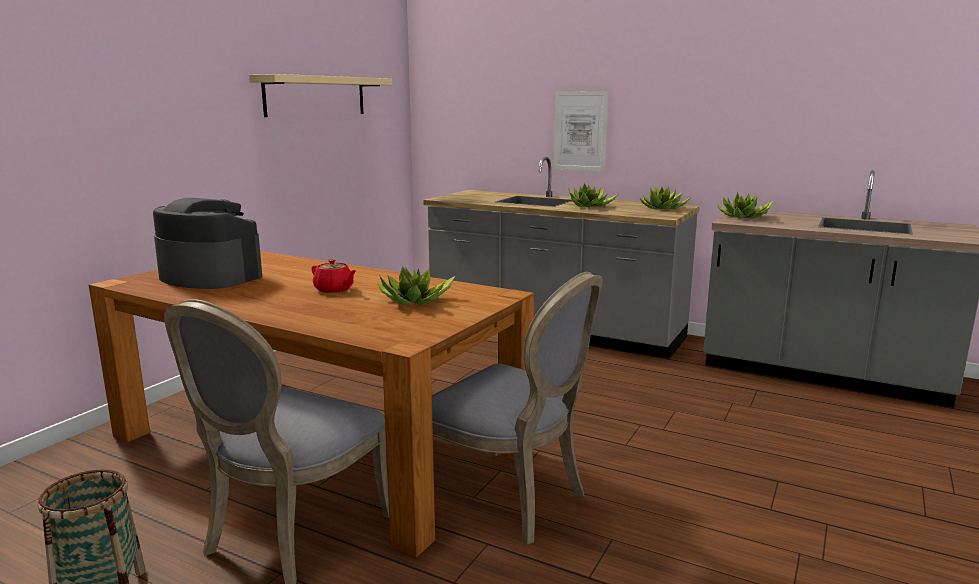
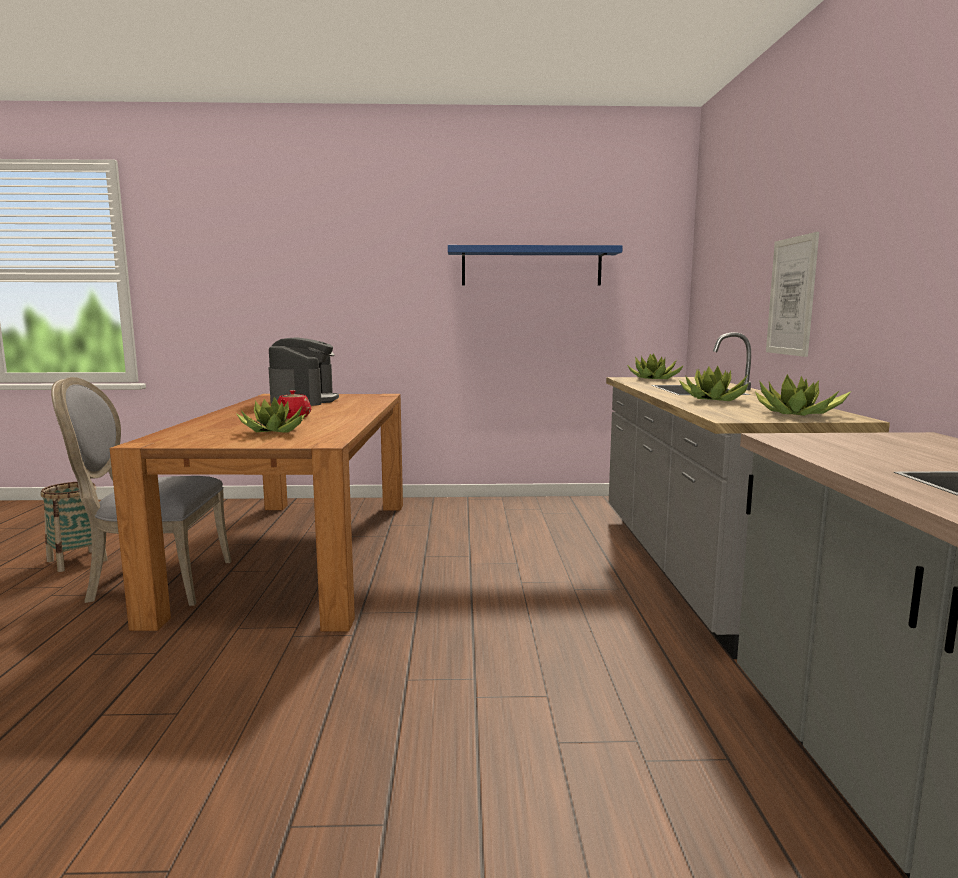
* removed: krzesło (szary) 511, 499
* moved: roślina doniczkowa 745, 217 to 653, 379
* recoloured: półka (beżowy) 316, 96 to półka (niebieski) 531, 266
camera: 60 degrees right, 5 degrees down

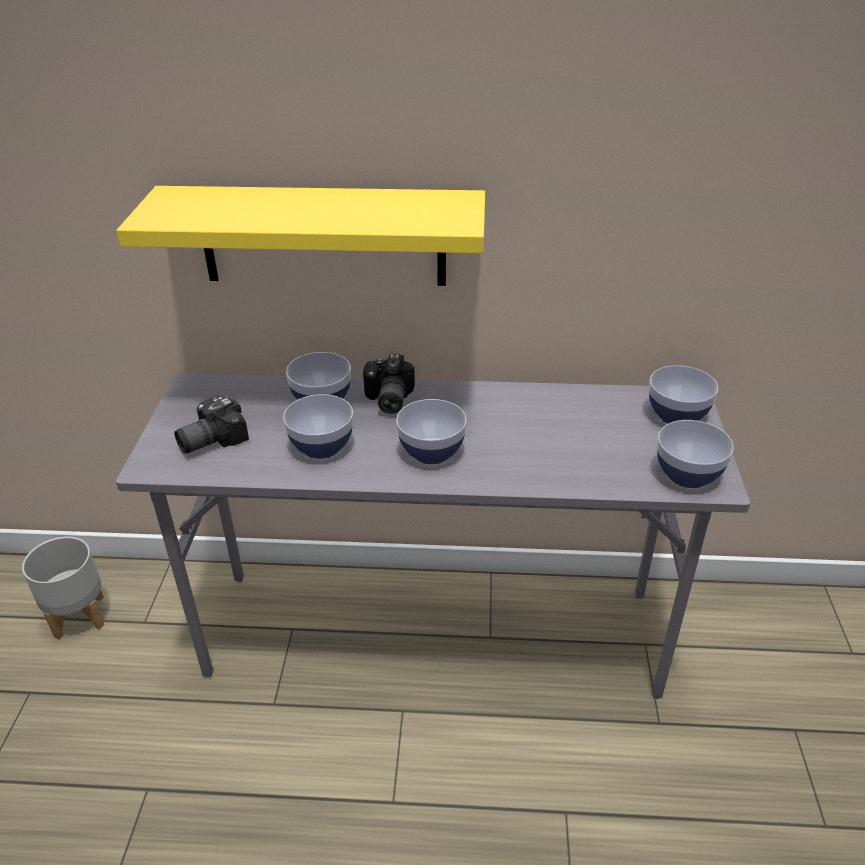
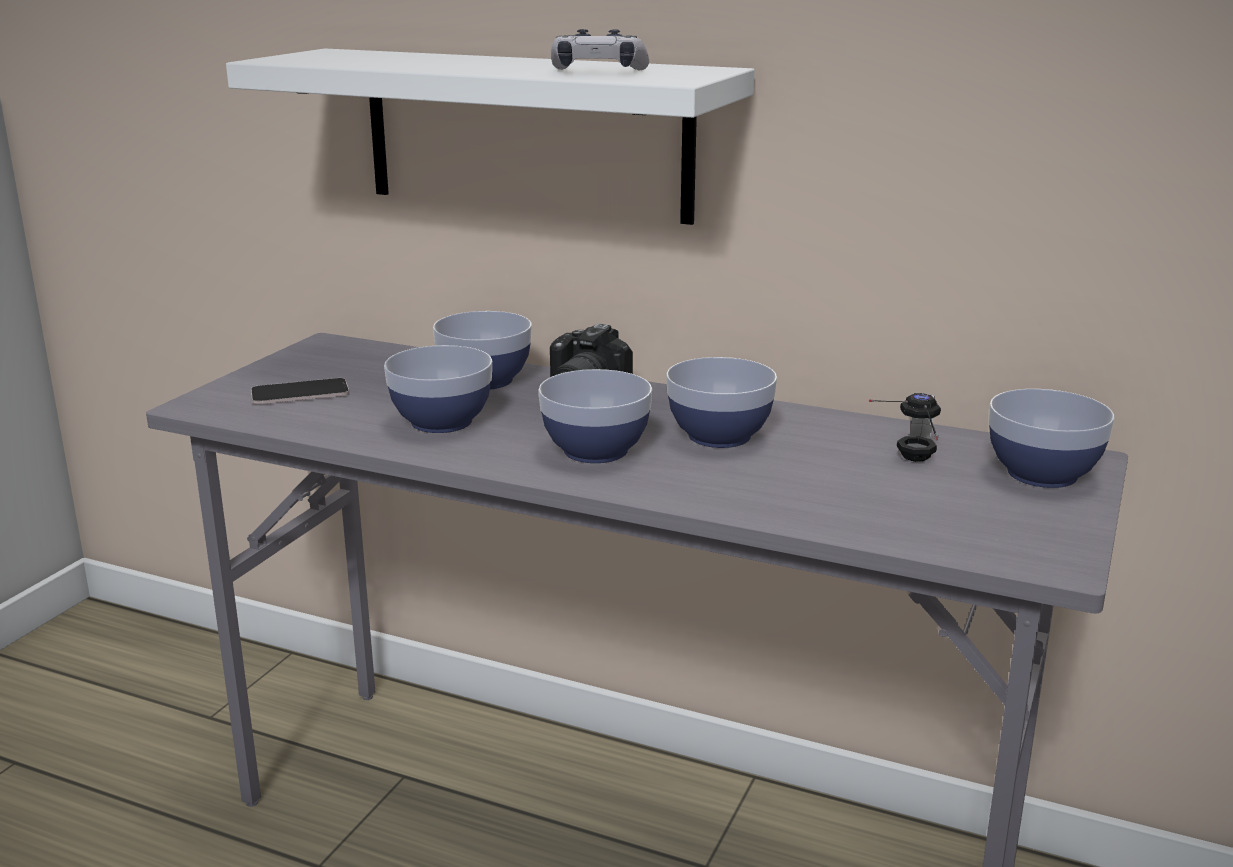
* removed: donica (szary) 78, 617
* added: pad do gier 598, 72
* added: słuchawki 900, 465
* moved: miska 687, 475 to 719, 436
* replaced: aparat fotograficzny 209, 439 to telefon 300, 393
* recoloured: półka (żółty) 323, 236 to półka (biały) 526, 134
camera: 20 degrees right, 15 degrees down

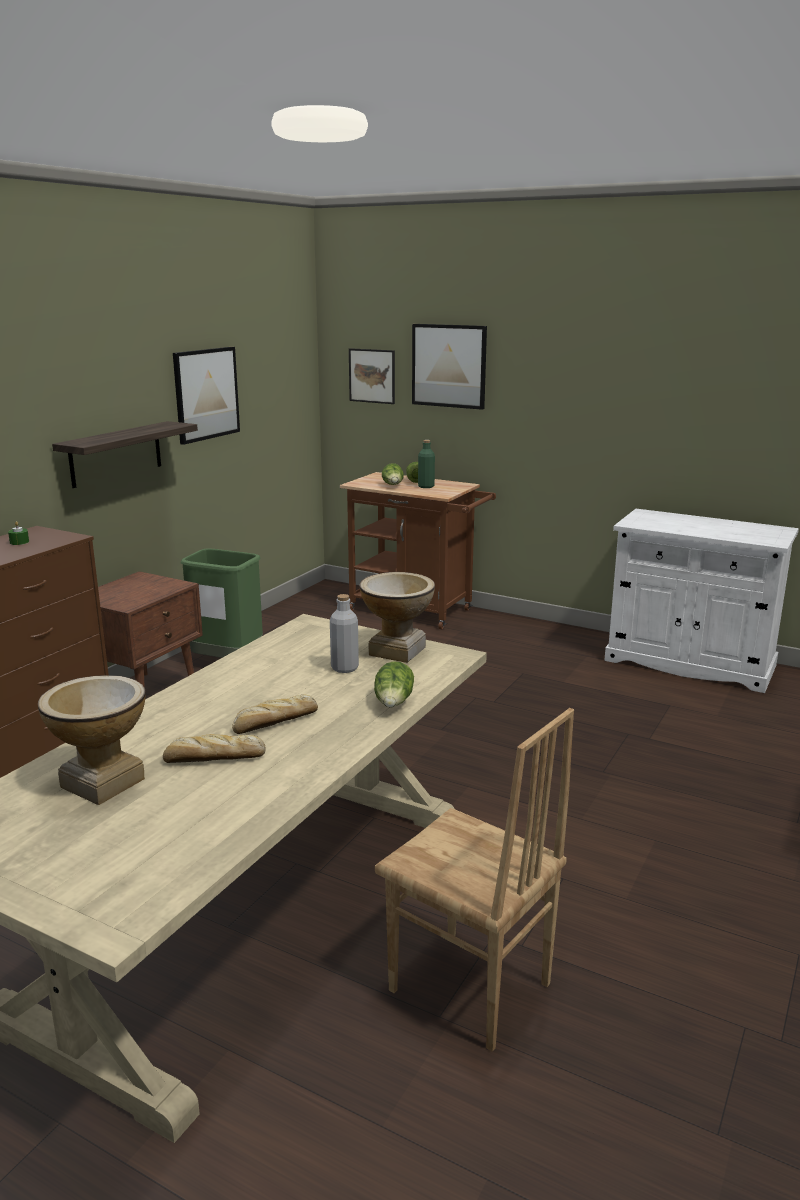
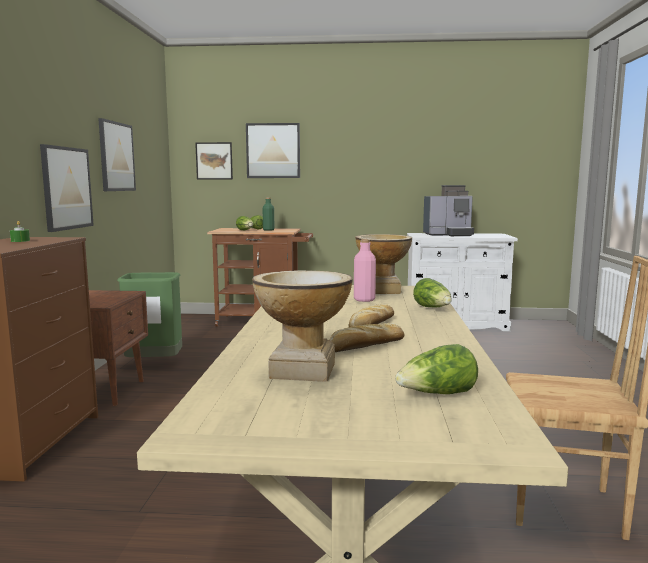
* added: sałata 437, 395
* added: ekspres do kawy 449, 234
* replaced: półka 116, 454 to obraz 66, 188
* recoloured: butelka (szary) 344, 668 to butelka (różowy) 364, 299
camera: 25 degrees left, 10 degrees down

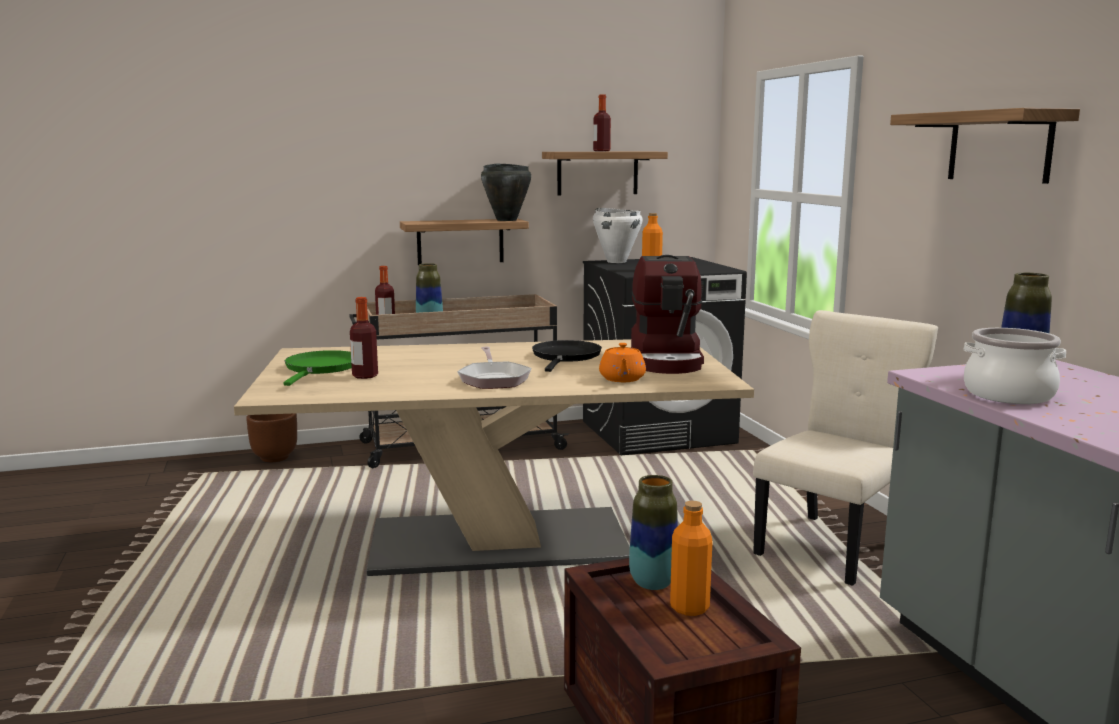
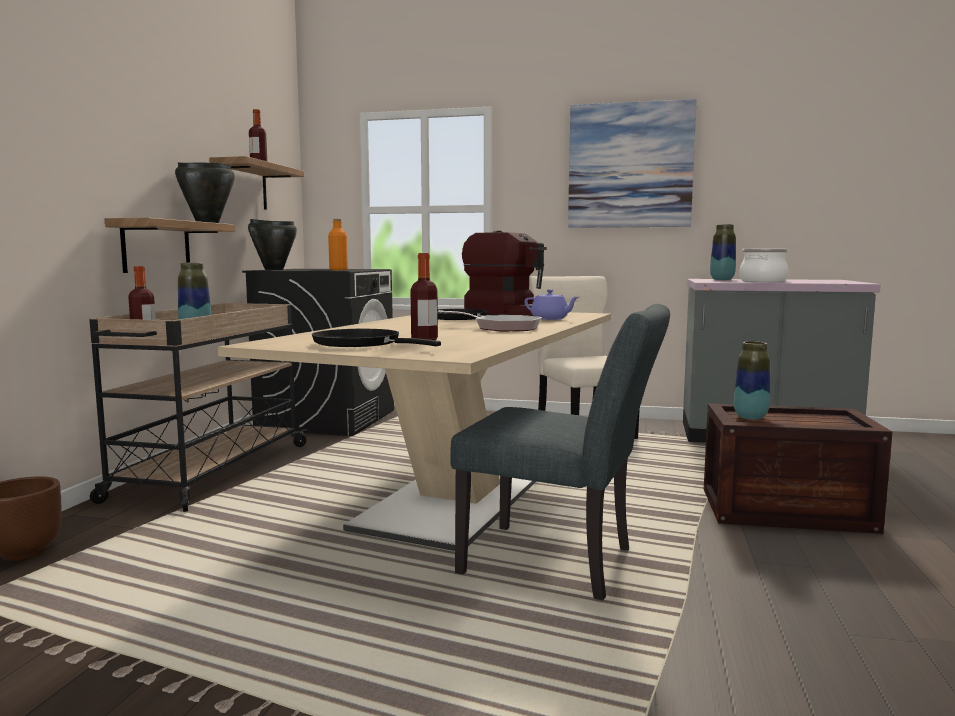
* removed: butelka (pomarańczowy) 689, 607
* added: krzesło (szary) 561, 563
* replaced: półka 999, 147 to obraz 630, 166
* recoloured: patelnia (zielony) 321, 368 to patelnia (czarny) 362, 344
* recoloured: garnek (biały) 616, 261 to garnek (czarny) 273, 269
* recoloured: imbryk (pomarańczowy) 622, 379 to imbryk (fioletowy) 550, 319
camera: 60 degrees left, 5 degrees down

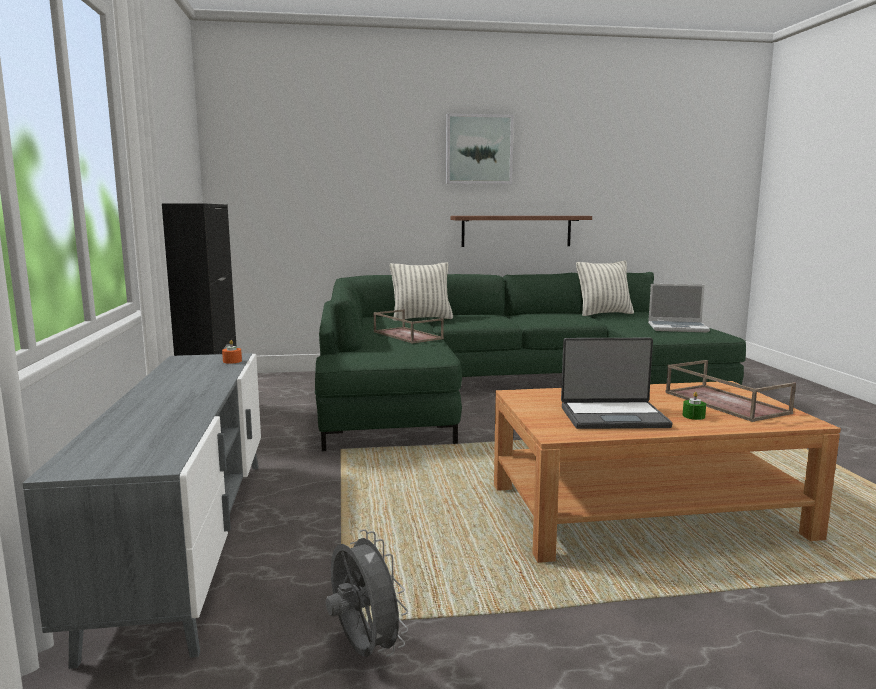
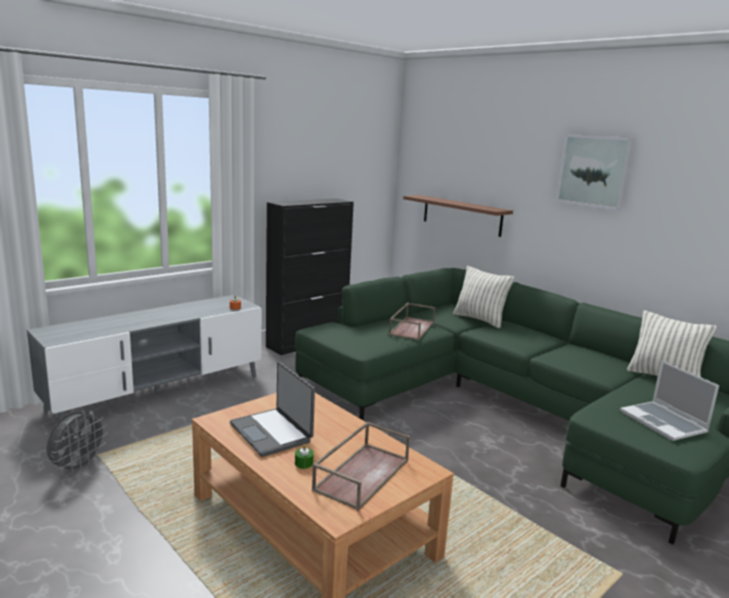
* moved: półka 516, 231 to 461, 215
camera: 55 degrees right, 5 degrees up

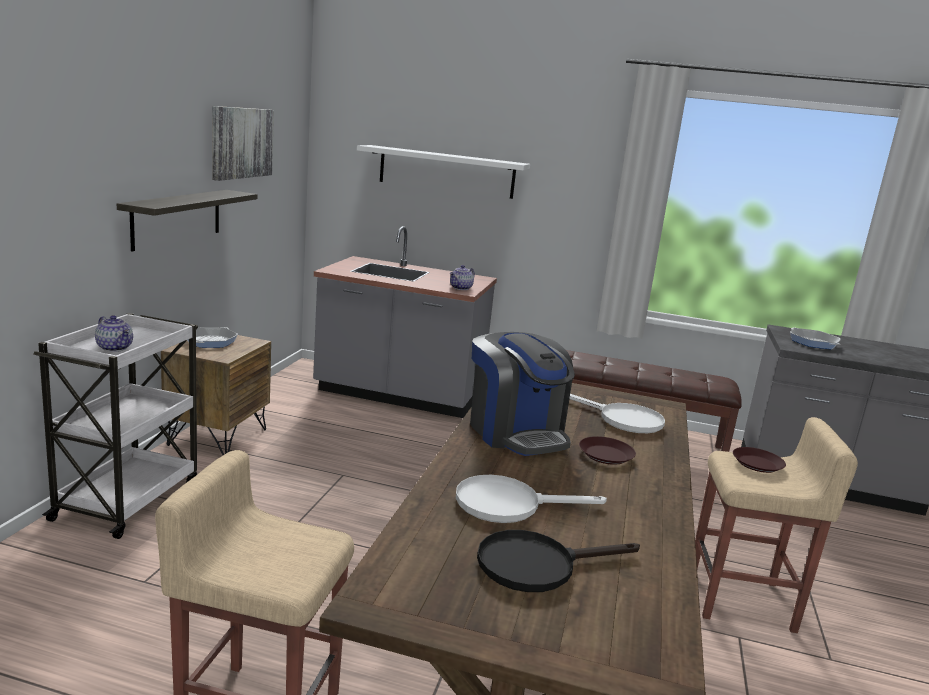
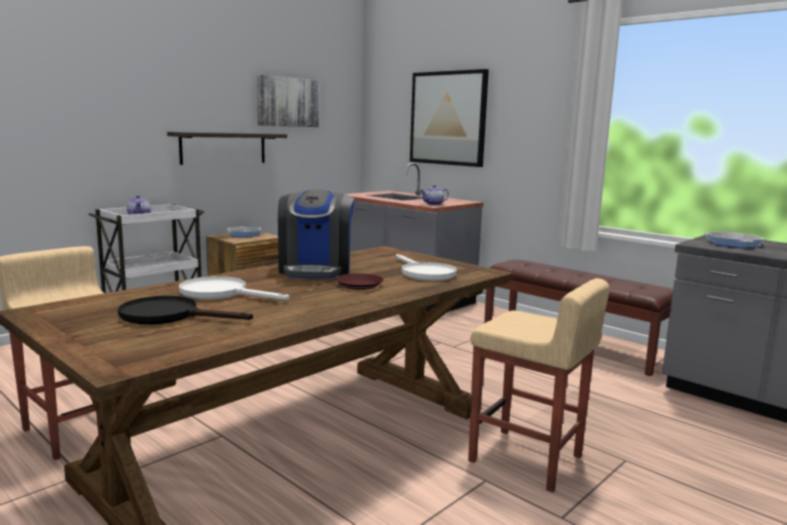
* removed: talerz (brązowy) 757, 464
* replaced: półka (biały) 446, 172 to obraz 448, 118
camera: 30 degrees right, 5 degrees down

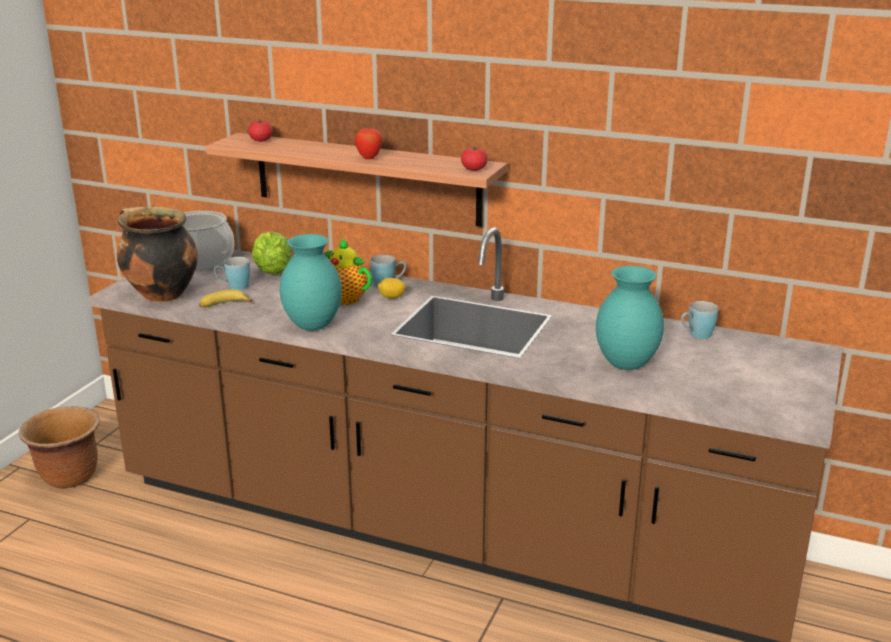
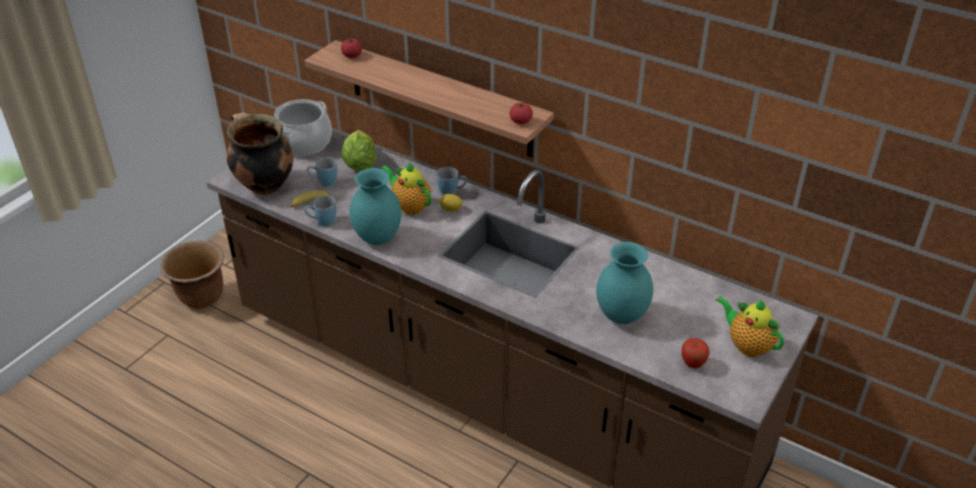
* added: imbryk 747, 345
* moved: jabłko 369, 158 to 693, 364
* moved: kubek (niebieski) 696, 335 to 322, 222
camera: 10 degrees right, 15 degrees up

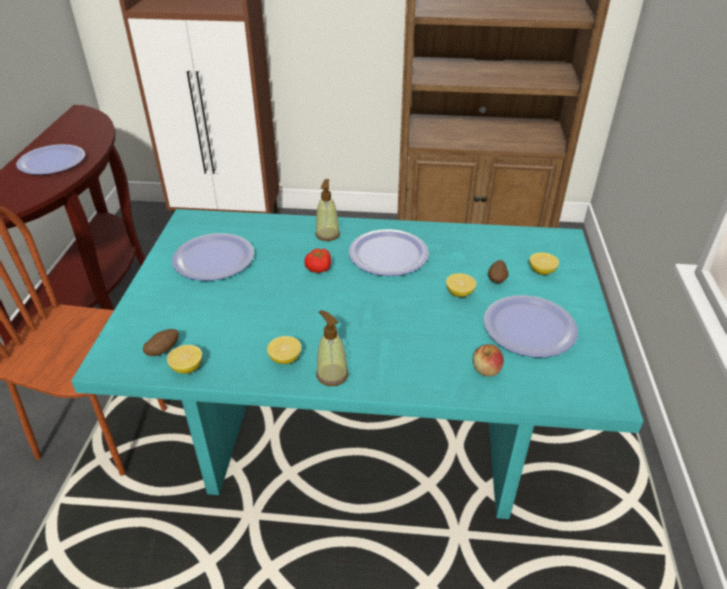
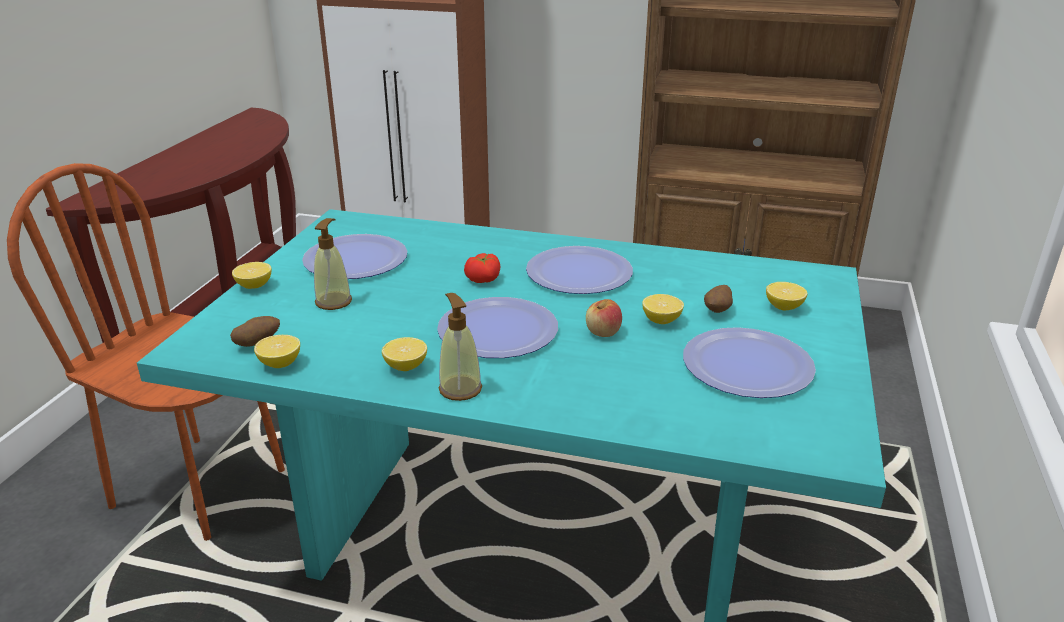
* added: cytryna 254, 286
* moved: talerz 52, 161 to 498, 330
* moved: dozownik mydła 327, 234 to 333, 301
* moved: jabłko 486, 370 to 603, 332
camera: 10 degrees right, 10 degrees down

